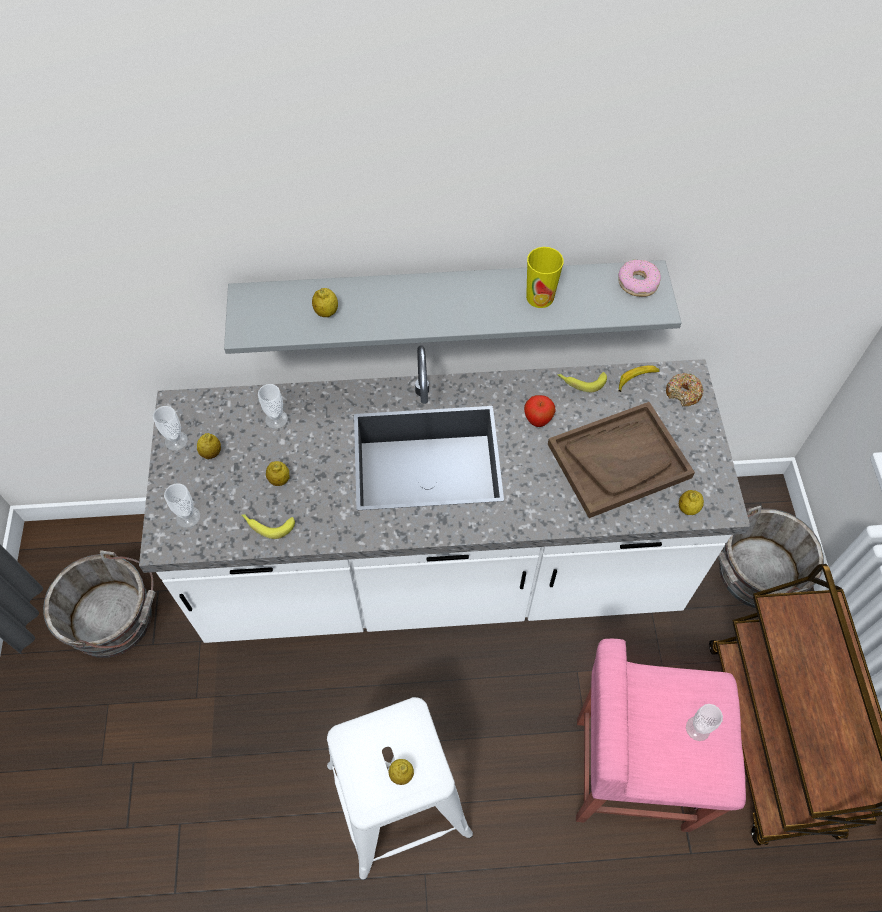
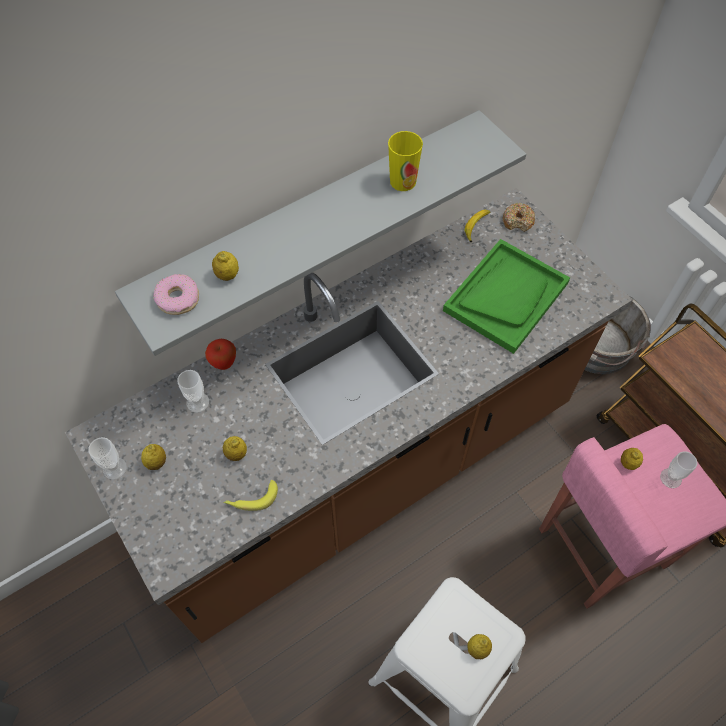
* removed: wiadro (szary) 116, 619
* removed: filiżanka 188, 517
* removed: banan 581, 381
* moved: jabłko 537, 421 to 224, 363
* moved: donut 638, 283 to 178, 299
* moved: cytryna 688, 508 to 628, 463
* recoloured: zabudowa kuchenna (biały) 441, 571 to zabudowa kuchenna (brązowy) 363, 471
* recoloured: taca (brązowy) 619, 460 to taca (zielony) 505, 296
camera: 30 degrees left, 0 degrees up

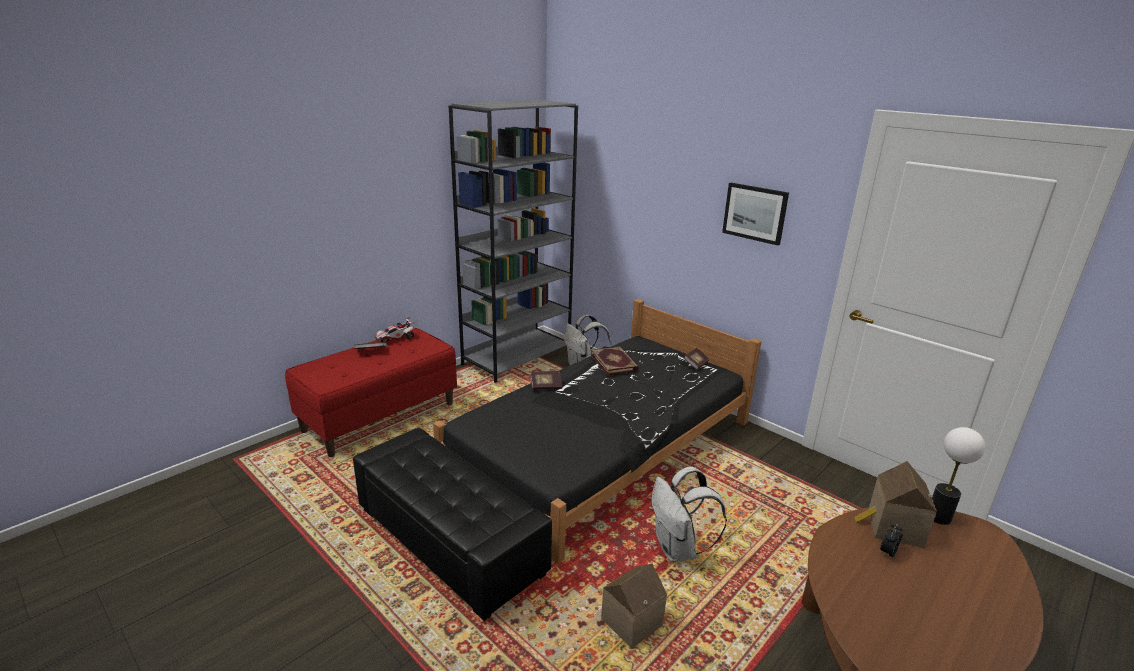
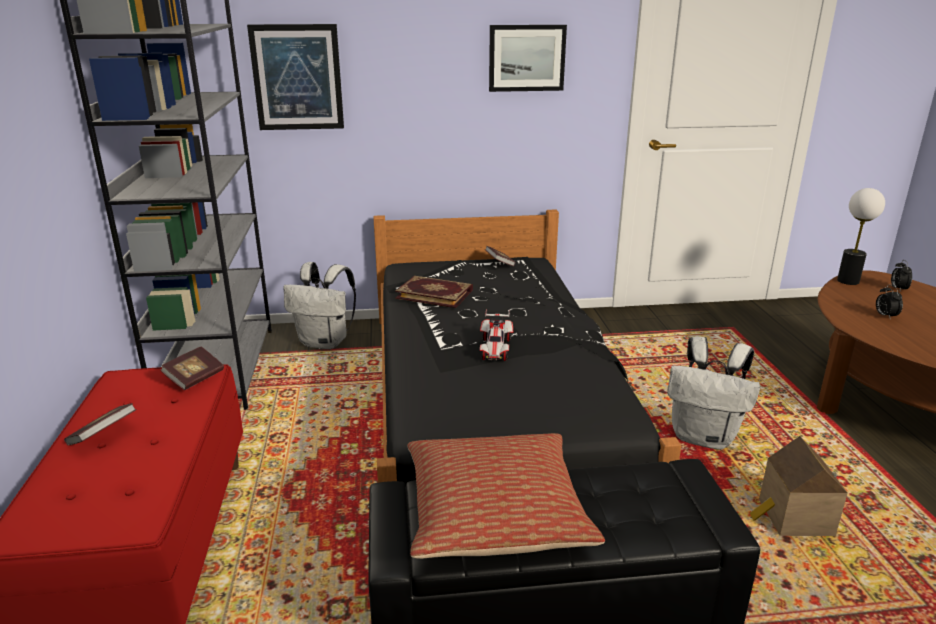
* removed: domek 891, 527
* added: obraz 297, 77
* added: poduszka 495, 513
* added: budzik 898, 289
* moved: samochodzik 395, 338 to 496, 349
* moved: książka 546, 386 to 195, 378
camera: 50 degrees left, 0 degrees up

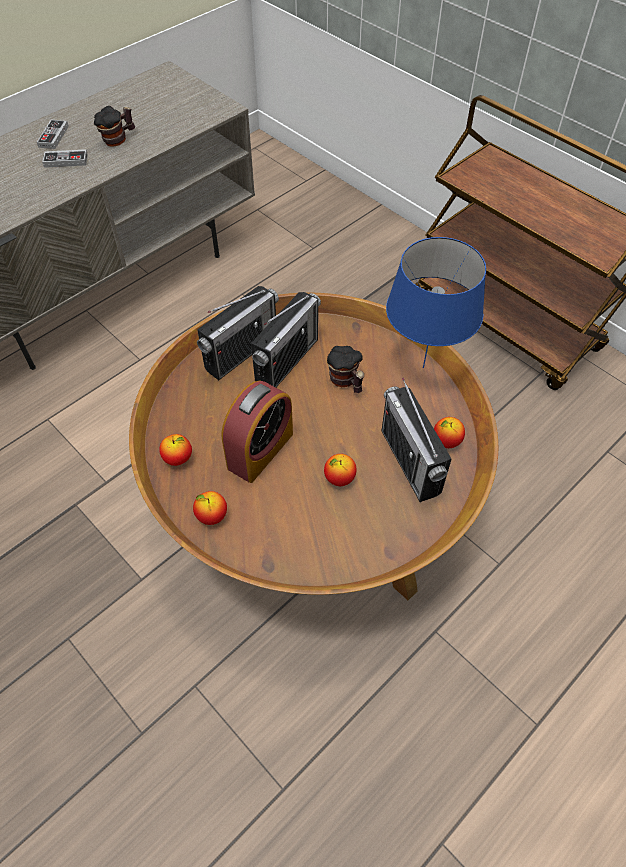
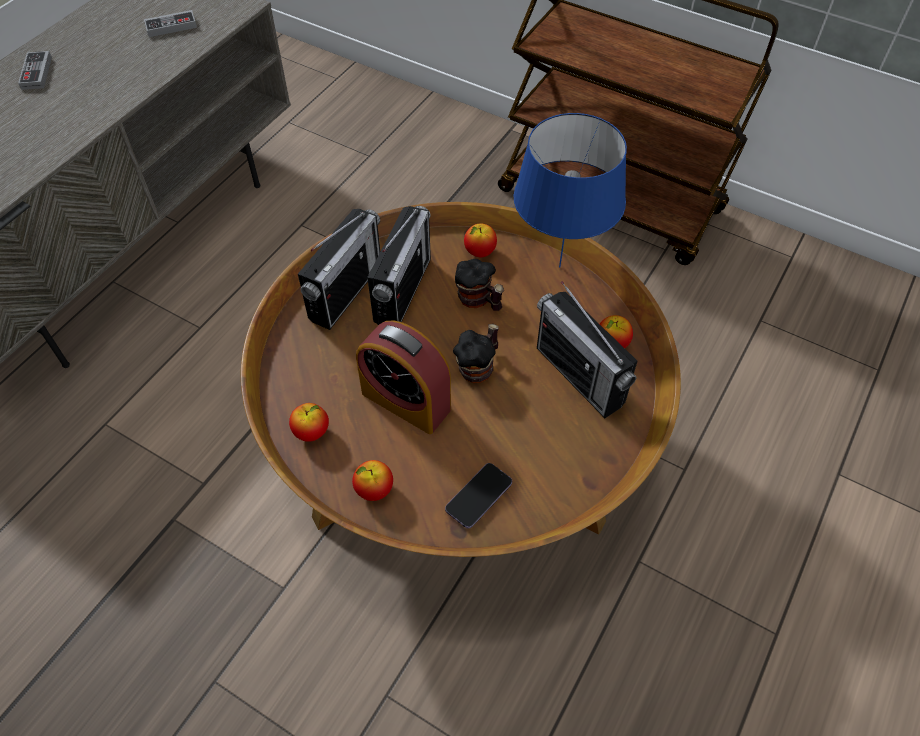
* added: telefon 479, 496
* moved: pad do gier 66, 161 to 171, 26
* moved: kubek 118, 139 to 479, 367
* moved: jabłko 339, 478 to 480, 252
* turned: budzik 260, 450 = 406, 401 105 degrees clockwise
camera: 15 degrees left, 0 degrees up

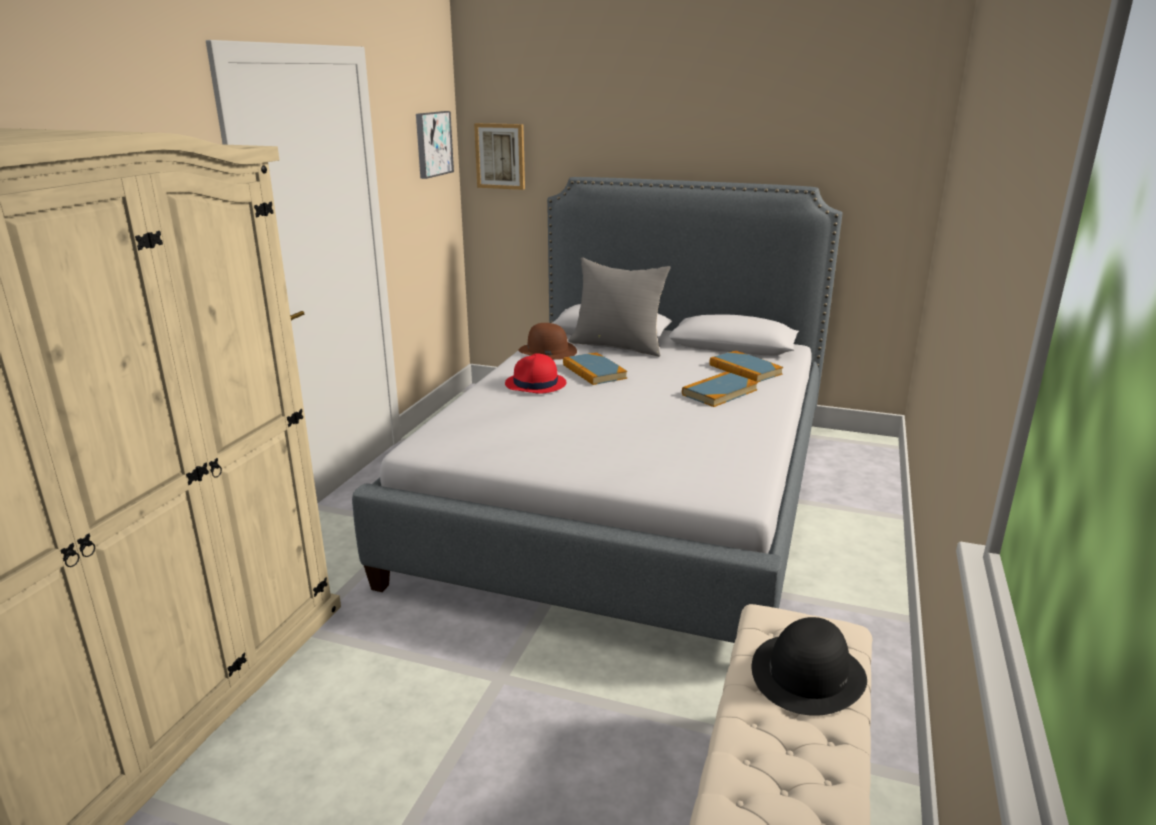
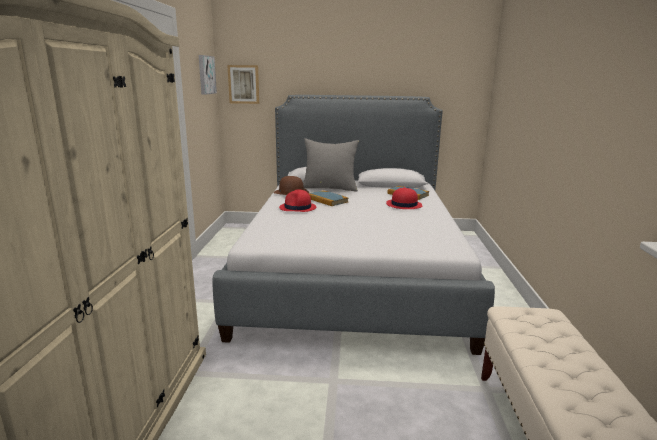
* removed: kapelusz (czarny) 808, 673
* replaced: książka 719, 392 to kapelusz (czerwony) 403, 205
camera: 15 degrees left, 5 degrees down

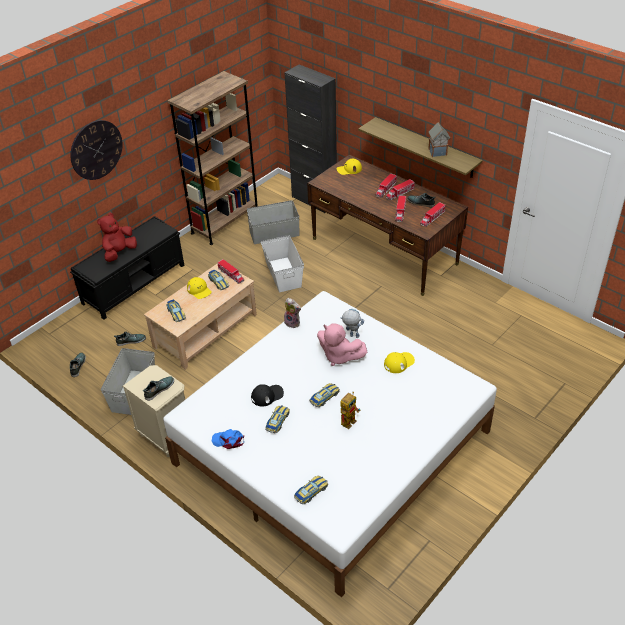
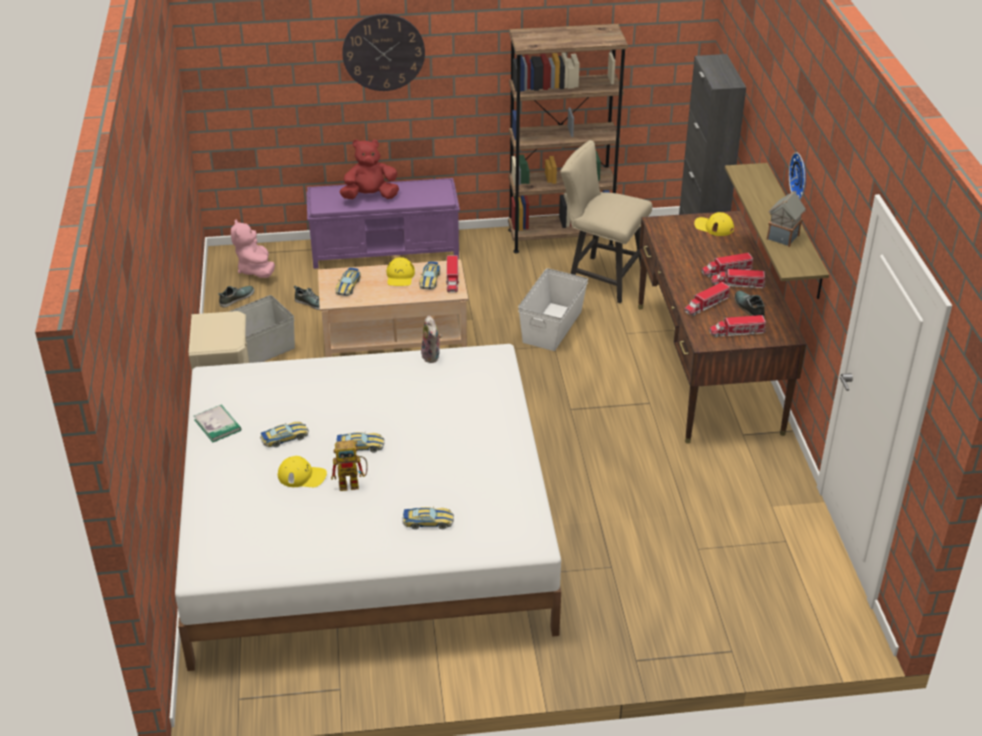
* removed: but 159, 389
* removed: czapka z daszkiem (czarny) 267, 395
* removed: robot zabawkowy 351, 336
* added: zegar ścienny 801, 176
* moved: samochodzik 311, 491 to 428, 521
* moved: pluszak (różowy) 339, 356 to 255, 270
* moved: czapka z daszkiem (żółty) 399, 363 to 302, 476
* replaced: czapka z daszkiem (niebieski) 228, 440 to książka 217, 425
* replaced: pojemnik do przechowywania (szary) 274, 233 to krzesło (beżowy) 600, 277
* recoloured: ławka (czarny) 134, 283 to ławka (fioletowy) 386, 250
camera: 40 degrees right, 5 degrees down

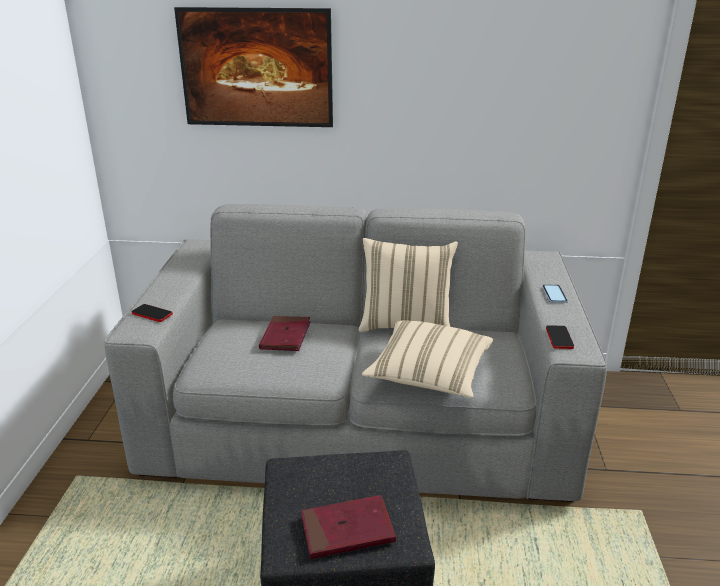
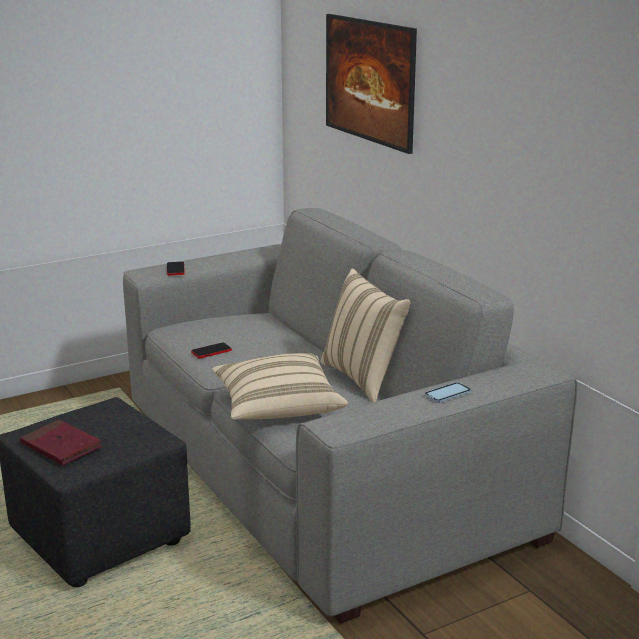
* removed: książka (czerwony) 285, 336
* moved: telefon 559, 338 to 211, 351
camera: 55 degrees right, 5 degrees down

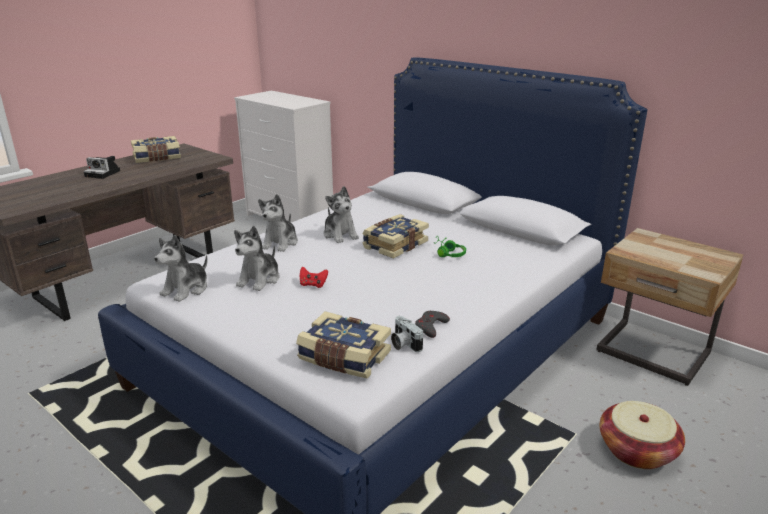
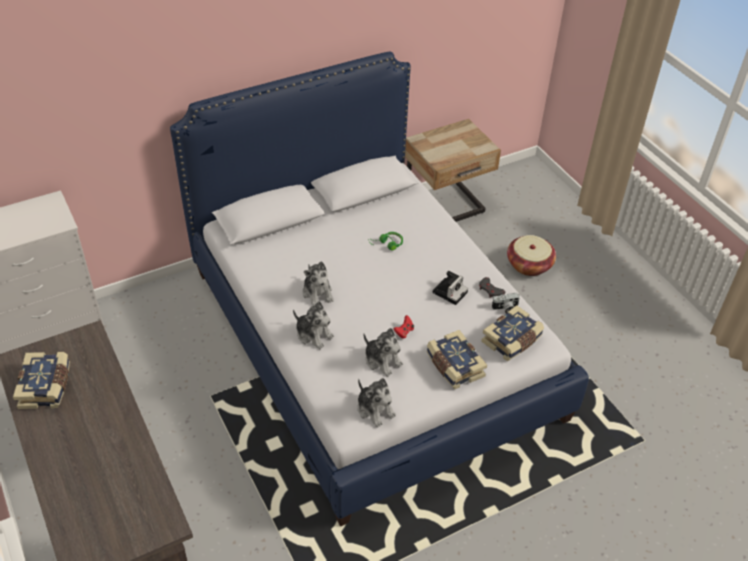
* moved: aparat fotograficzny 104, 173 to 450, 291
* moved: książka 394, 245 to 454, 366
* turned: pluszak 340, 235 = 317, 293 75 degrees clockwise
camera: 70 degrees left, 20 degrees up

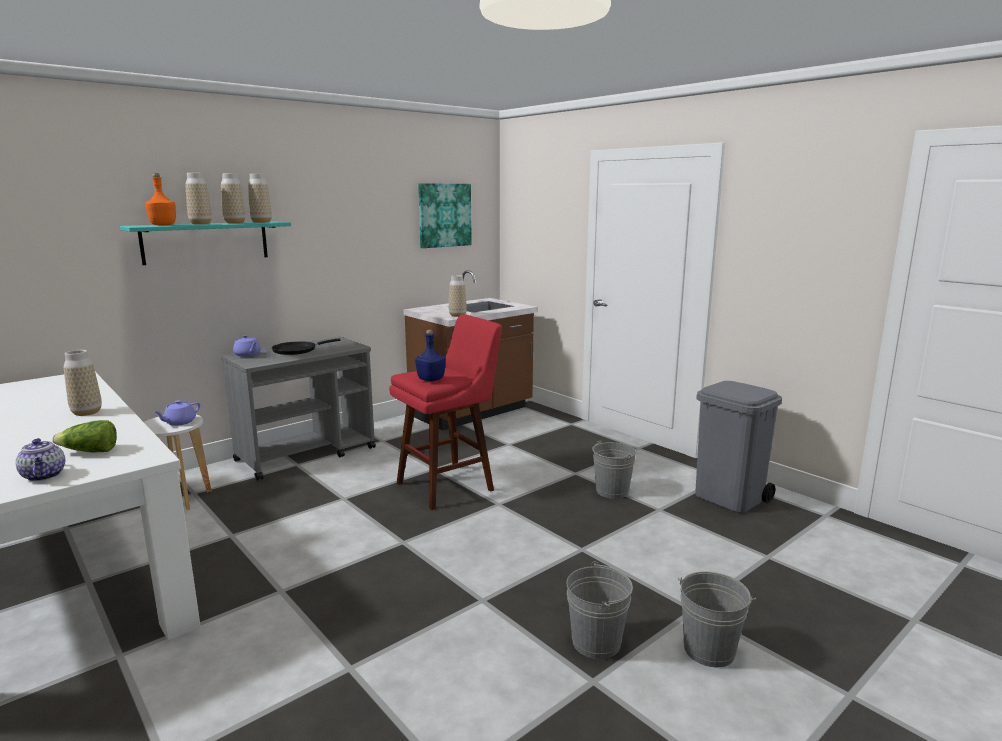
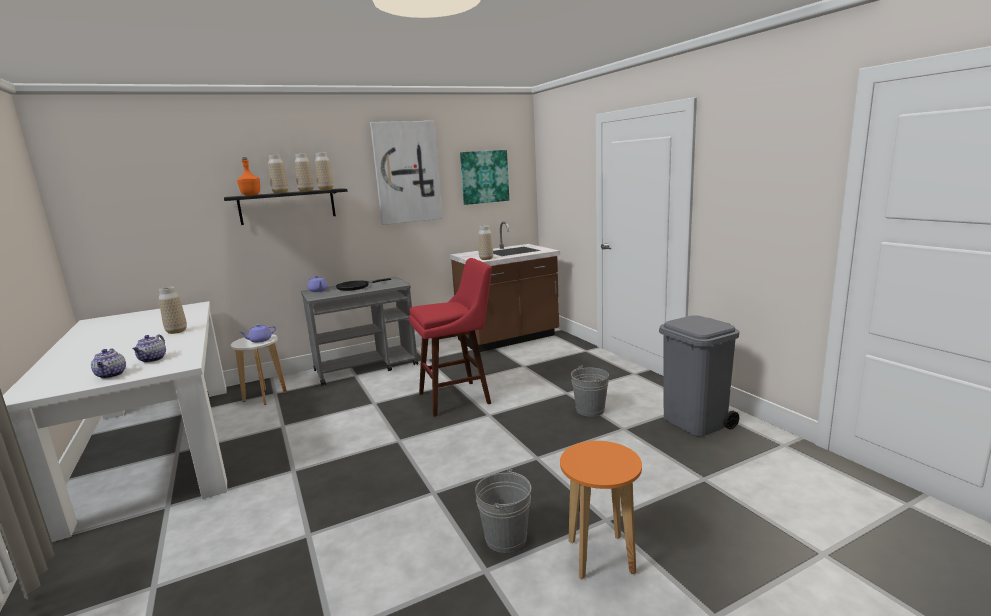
* removed: butelka (niebieski) 430, 379
* added: obraz 407, 172
* replaced: sałata 89, 452 to imbryk 152, 359
* replaced: wiadro (szary) 709, 650 to stołek (pomarańczowy) 601, 557
* recoloured: półka (turkusowy) 206, 242 to półka (czarny) 287, 206
camera: 15 degrees right, 0 degrees up

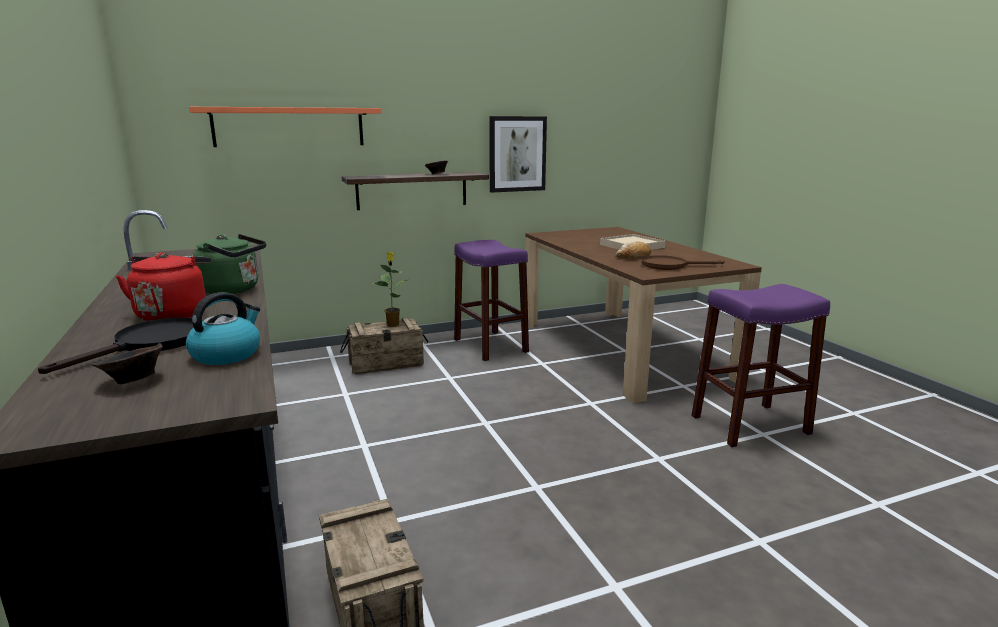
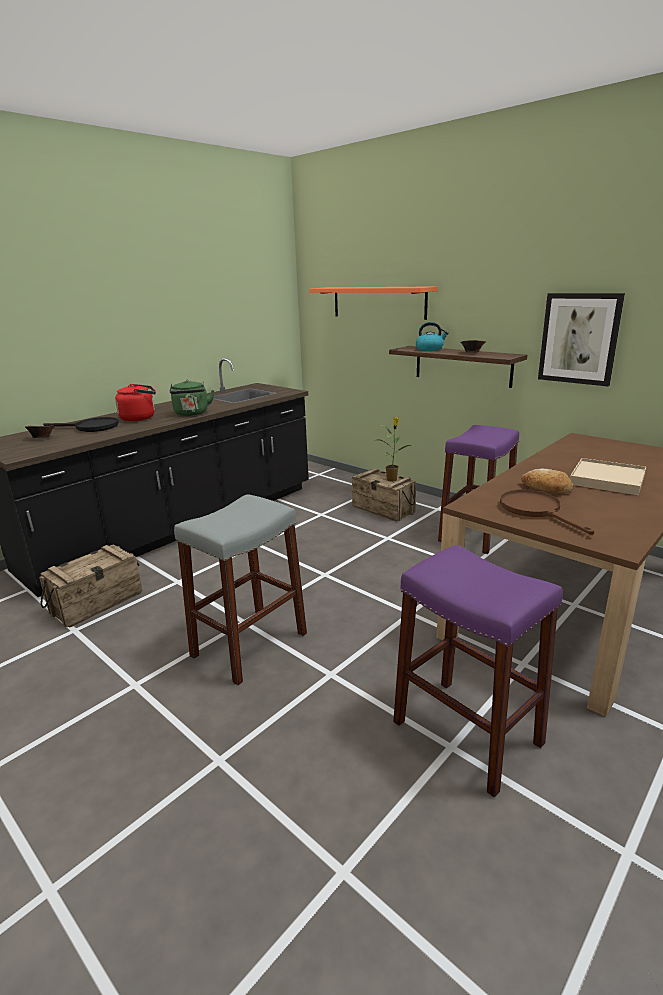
* added: stołek (szary) 250, 644
* moved: czajnik 227, 354 to 430, 349
camera: 65 degrees right, 5 degrees up

